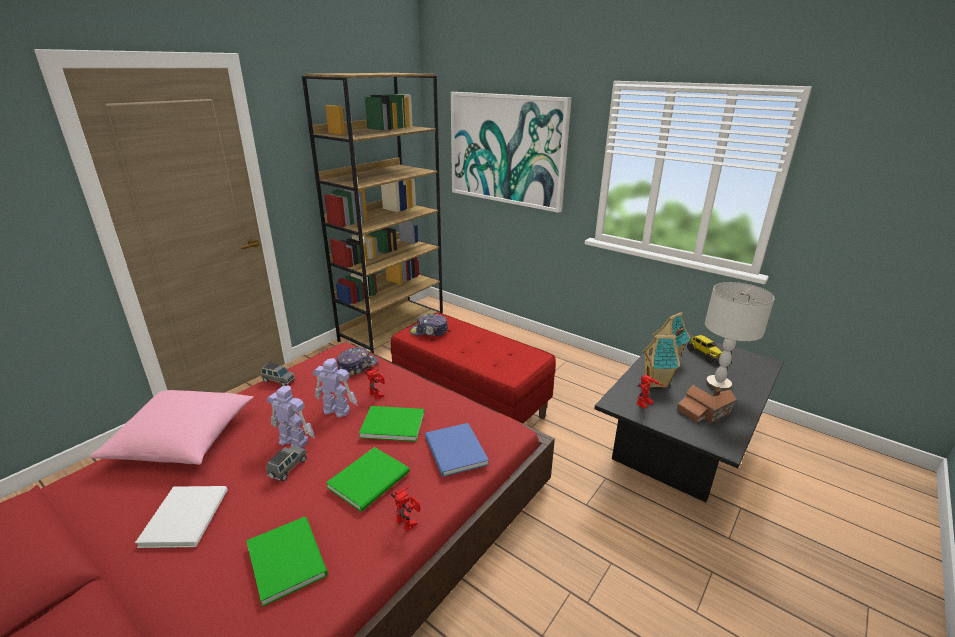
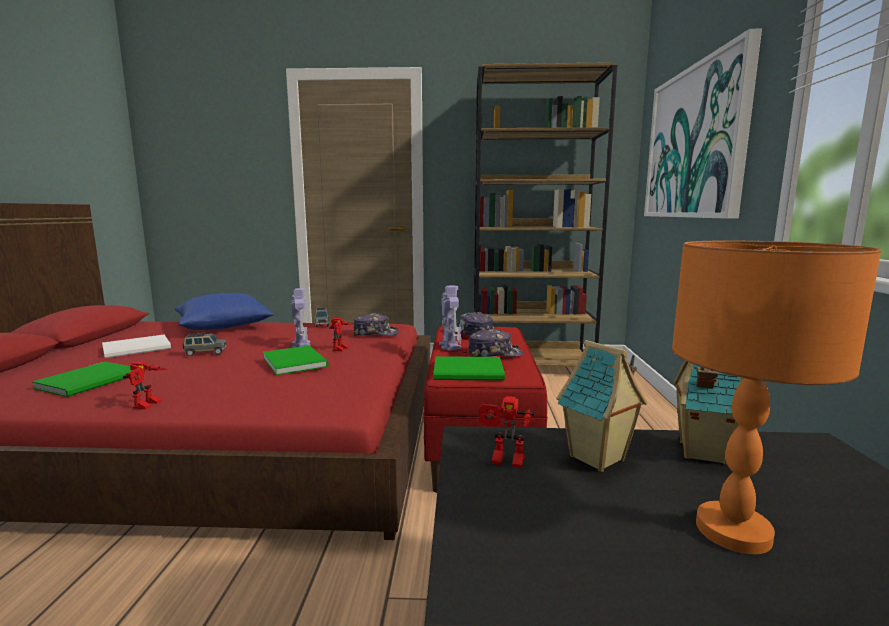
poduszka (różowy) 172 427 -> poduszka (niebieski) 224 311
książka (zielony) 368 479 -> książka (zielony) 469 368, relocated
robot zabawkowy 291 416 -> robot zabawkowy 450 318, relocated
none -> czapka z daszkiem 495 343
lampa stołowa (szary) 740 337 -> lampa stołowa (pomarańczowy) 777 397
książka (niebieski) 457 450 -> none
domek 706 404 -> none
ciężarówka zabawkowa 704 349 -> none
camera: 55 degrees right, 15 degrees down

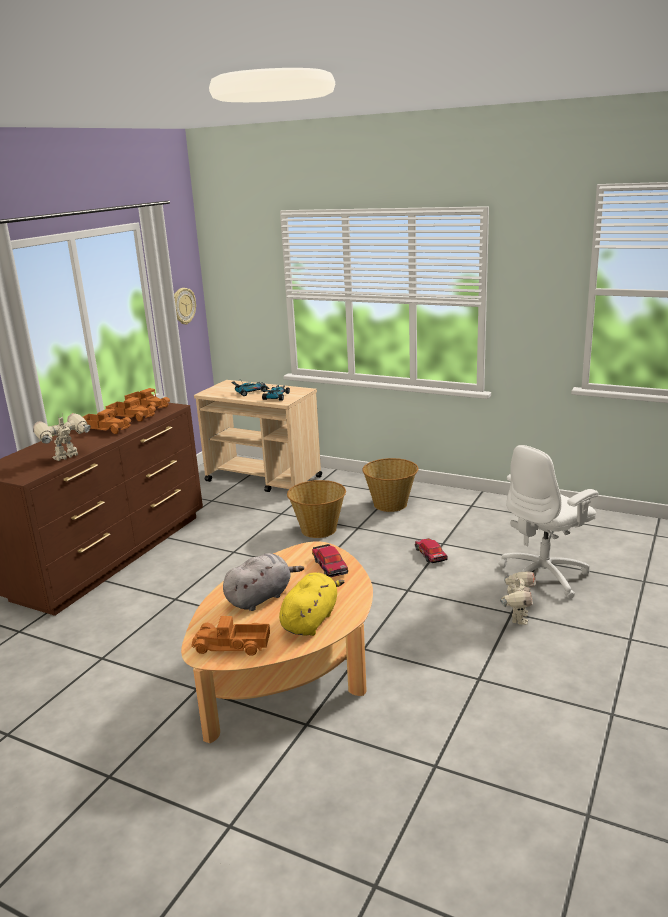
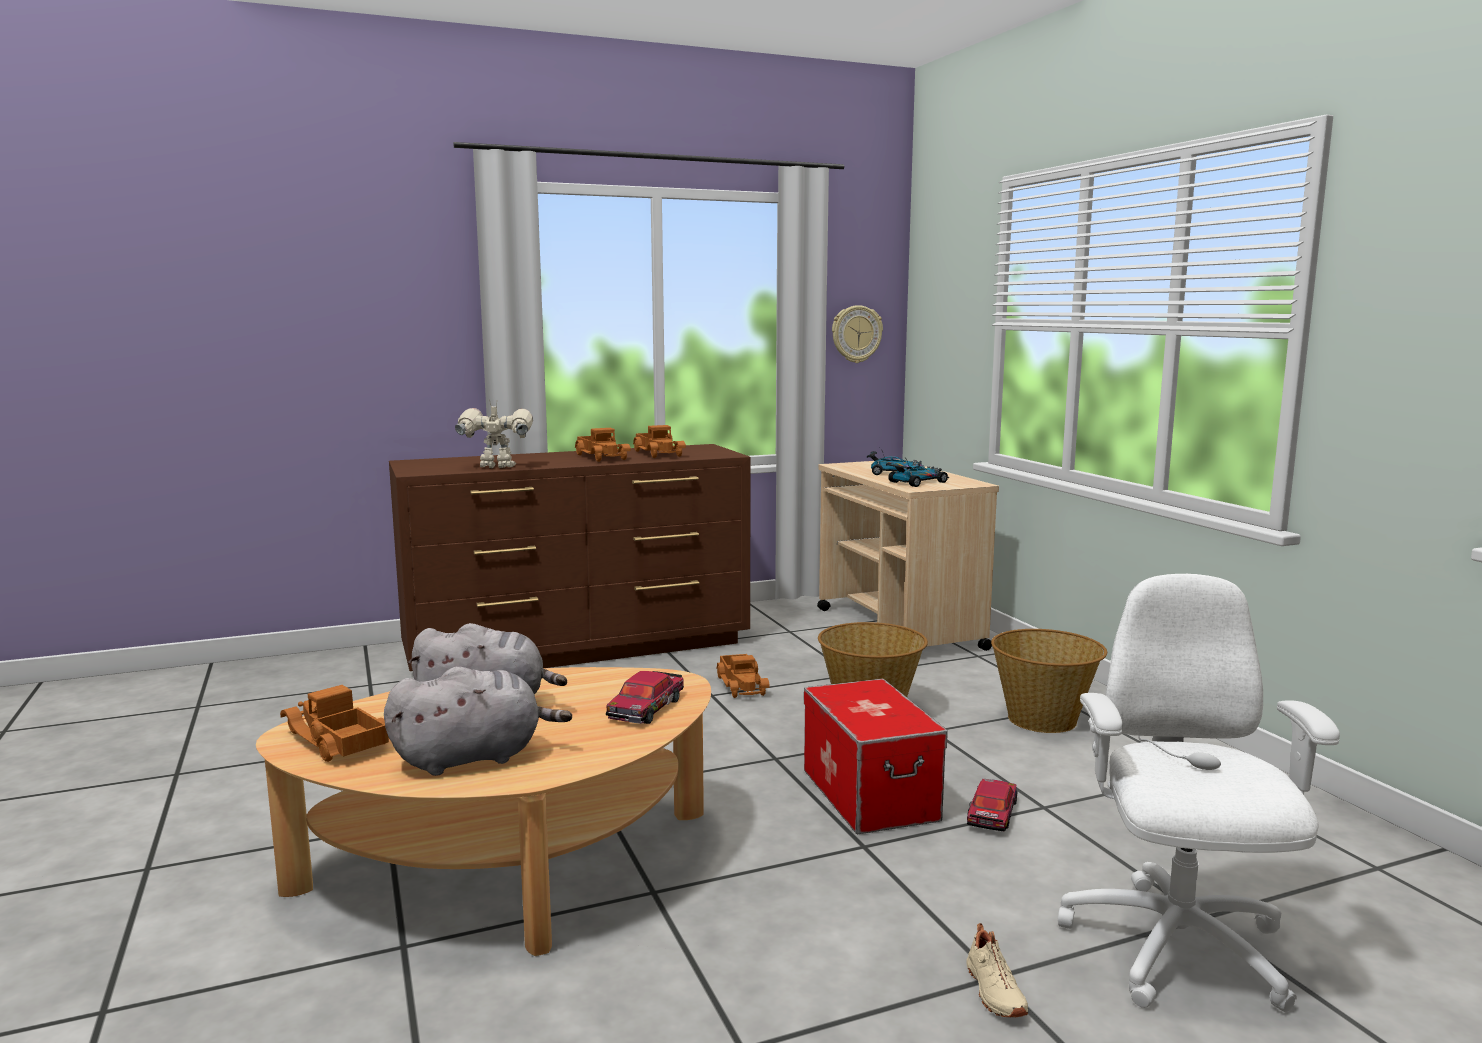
pluszak (żółty) 312 604 -> pluszak (szary) 478 721
ciężarówka zabawkowa 147 400 -> ciężarówka zabawkowa 743 676, relocated
none -> pojemnik do przechowywania 876 756
robot zabawkowy 518 598 -> but (beżowy) 997 970
krzesło biurowe (biały) 549 522 -> krzesło biurowe (biały) 1199 793, 90 degrees clockwise
camera: 40 degrees right, 10 degrees down

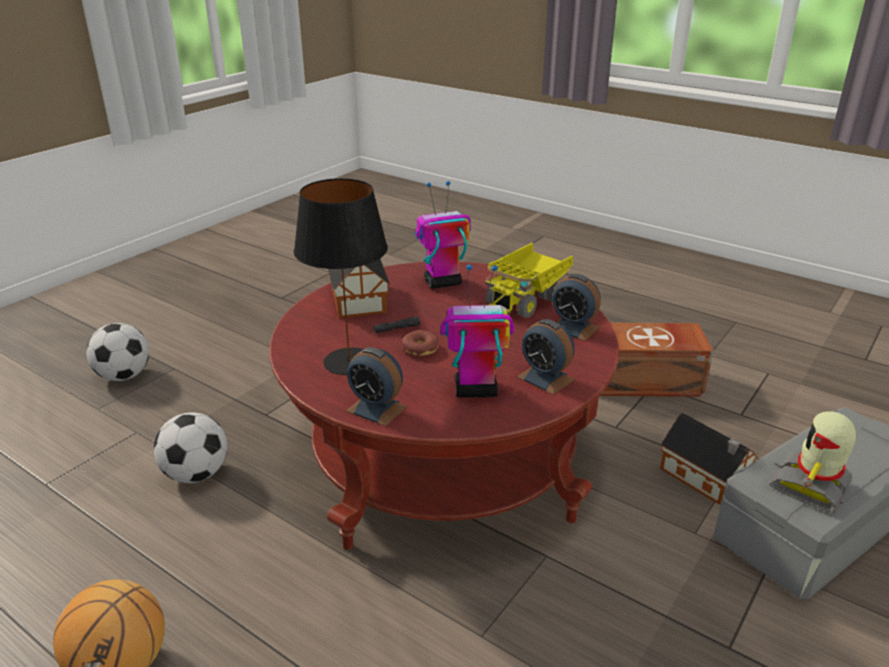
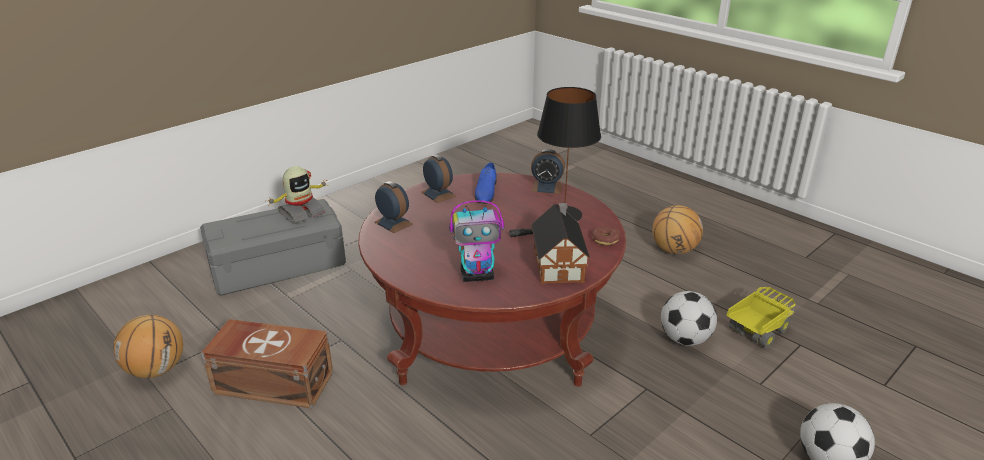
none -> piłka do koszykówki 148 346
robot zabawkowy 477 331 -> but (niebieski) 486 183
budzik 377 387 -> budzik 548 171, 150 degrees clockwise
donut 420 343 -> donut 606 235, relocated
ciężarówka zabawkowa 529 280 -> ciężarówka zabawkowa 760 317, relocated
domek 709 459 -> none
camera: 170 degrees left, 0 degrees up

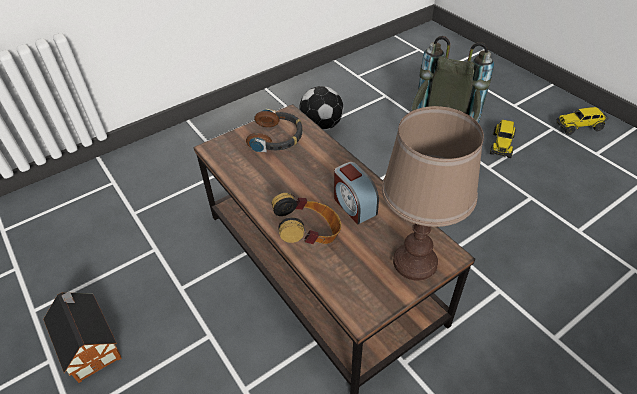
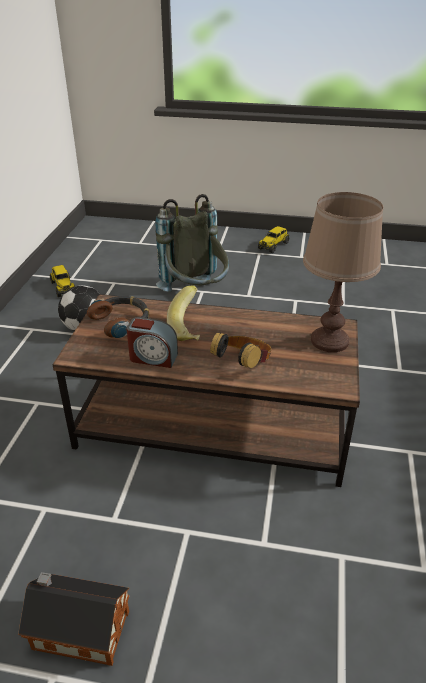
ciężarówka zabawkowa 503 139 -> ciężarówka zabawkowa 62 281, relocated
budzik 356 193 -> budzik 152 342, relocated
none -> banan 183 313
camera: 45 degrees left, 10 degrees down

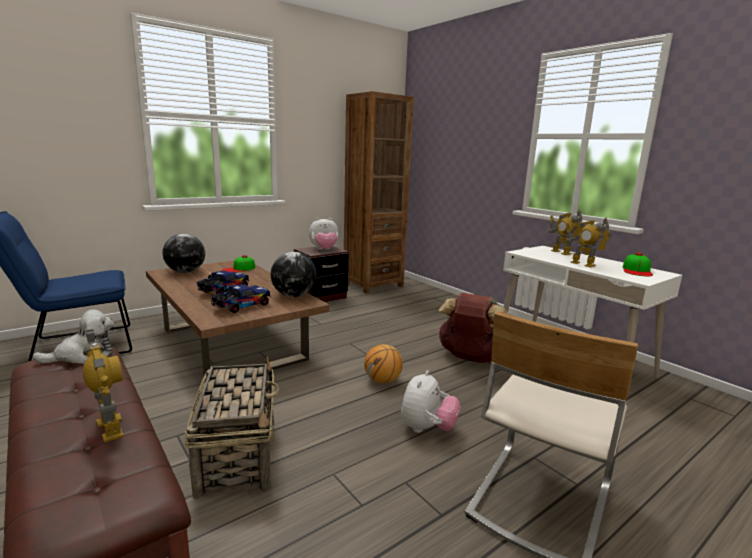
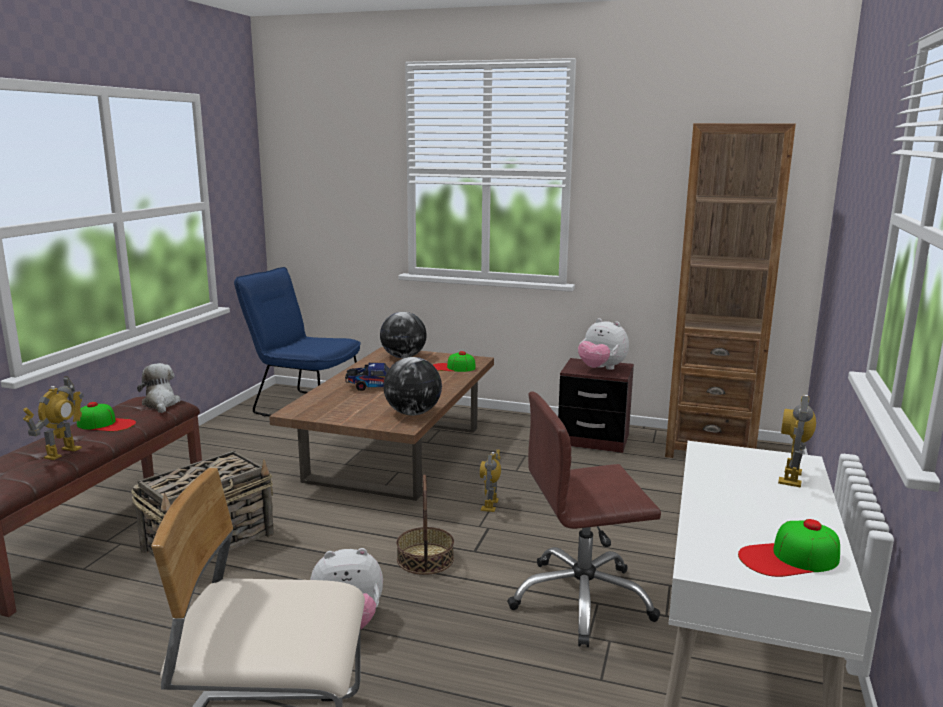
none -> czapka z daszkiem 106 416
pluszak 73 336 -> pluszak 159 388, 135 degrees counterclockwise
piłka do koszykówki 383 363 -> koszyk 425 524
robot zabawkowy 589 242 -> robot zabawkowy 490 481, relocated
plecak (brązowy) 473 328 -> krzesło biurowe (brązowy) 584 519
ciężarówka zabawkowa 240 298 -> none
camera: 55 degrees right, 0 degrees up

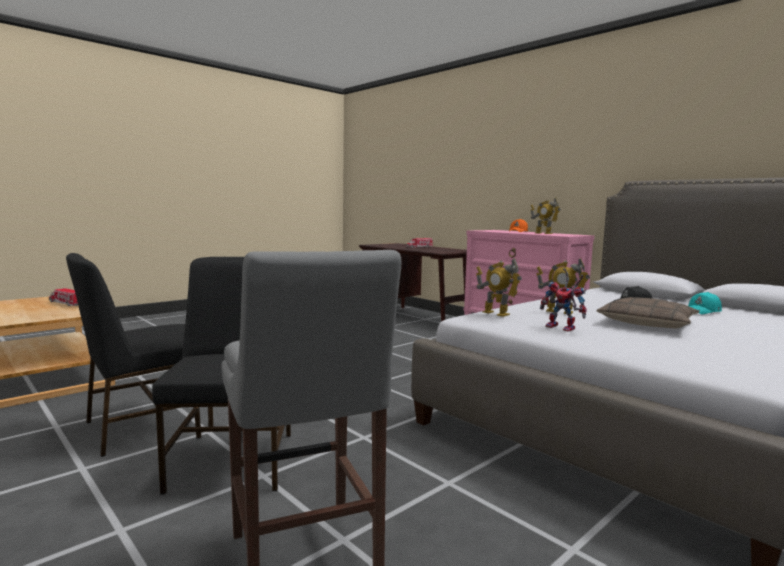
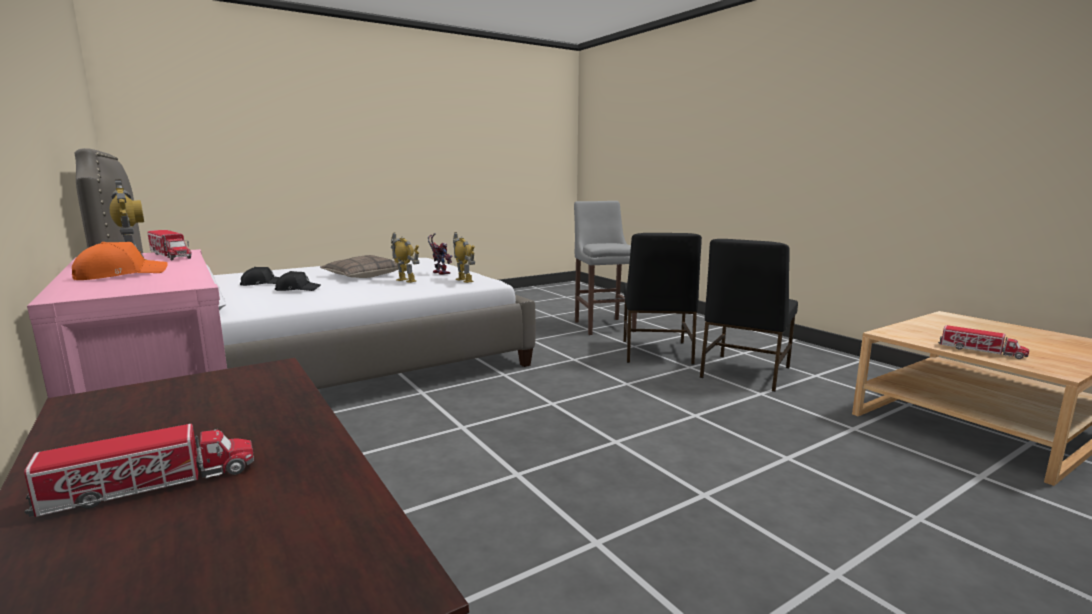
none -> ciężarówka zabawkowa 169 245
czapka z daszkiem (turkusowy) 705 303 -> czapka z daszkiem (czarny) 259 276
krzesło (czarny) 139 355 -> krzesło (czarny) 749 315, 150 degrees clockwise
camera: 170 degrees left, 5 degrees up

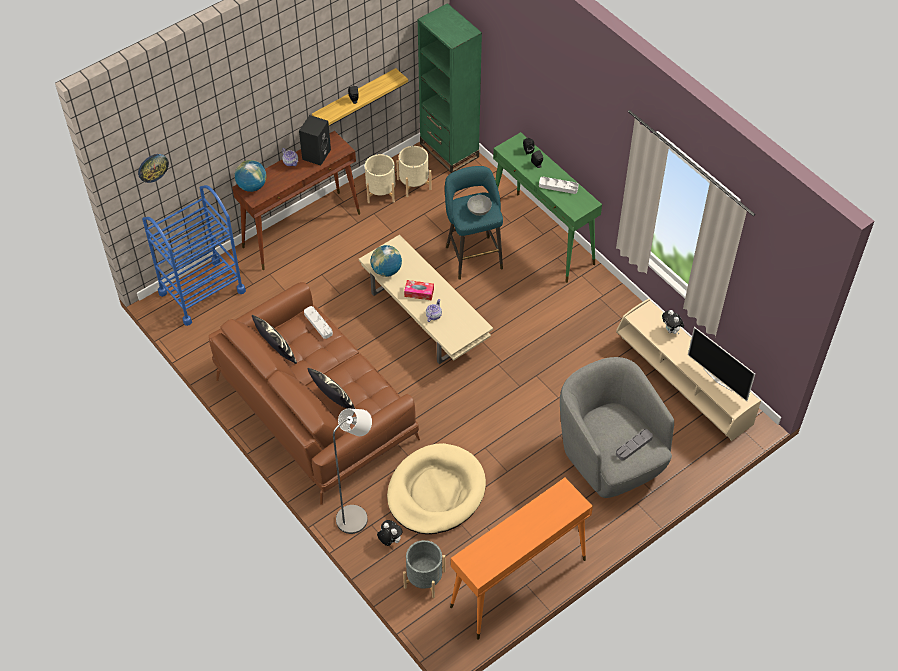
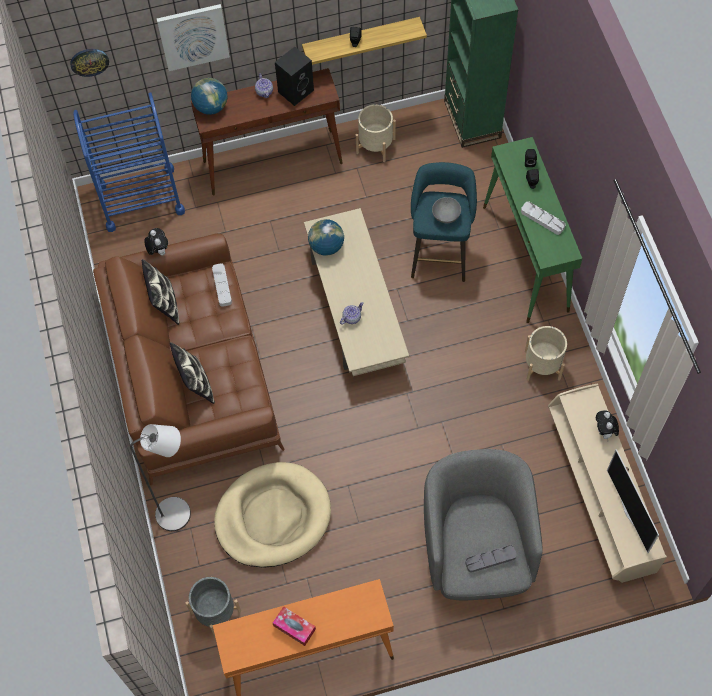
pluszak 390 533 -> pluszak 156 242, relocated
none -> obraz 193 37
pudełko chusteczek 419 290 -> pudełko chusteczek 294 626, relocated
donica (beżowy) 414 171 -> donica (beżowy) 546 353, relocated
camera: 25 degrees right, 10 degrees up

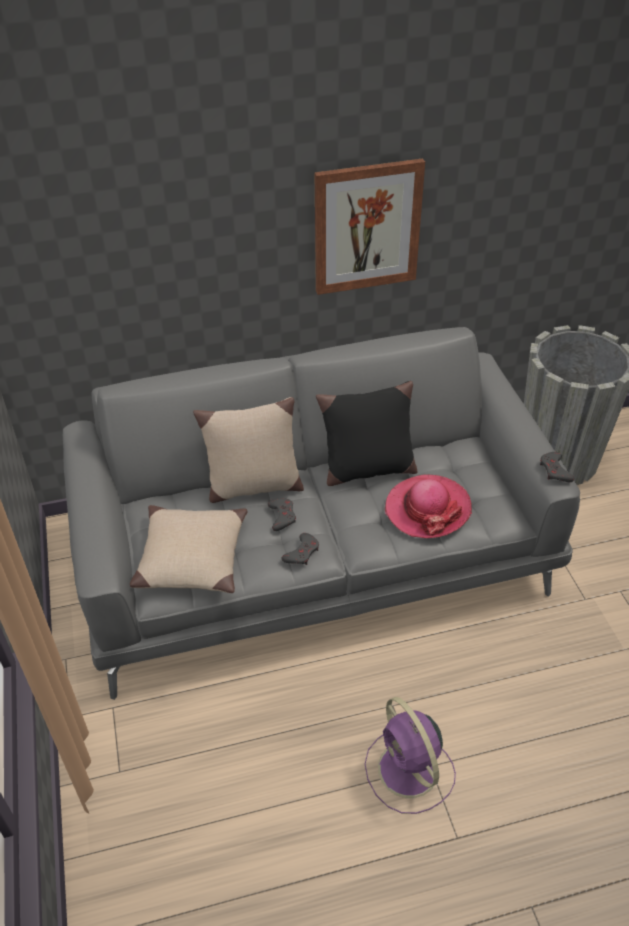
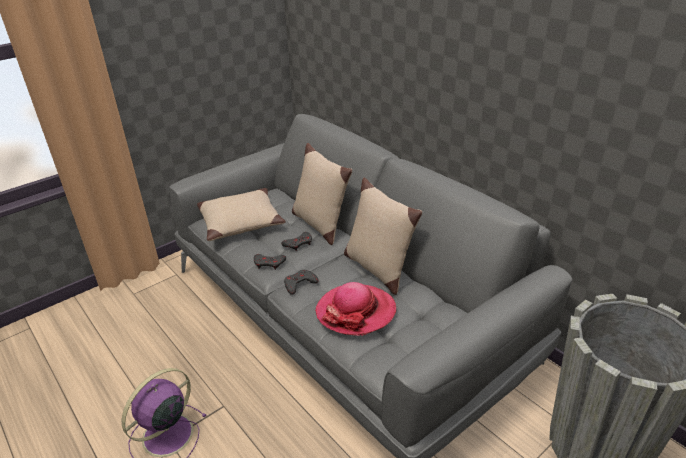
pad do gier (szary) 557 467 -> pad do gier (szary) 301 282, relocated
poduszka (czarny) 367 433 -> poduszka (beżowy) 383 236
obraz 369 226 -> none
camera: 65 degrees right, 10 degrees down

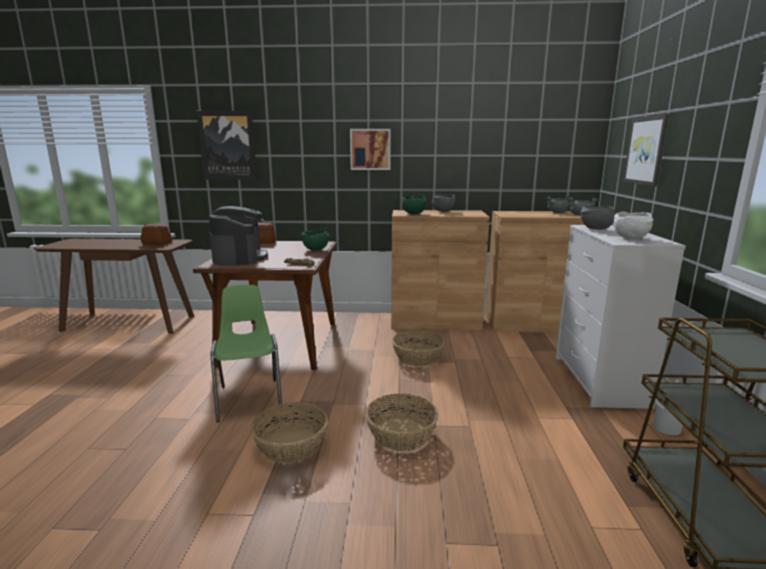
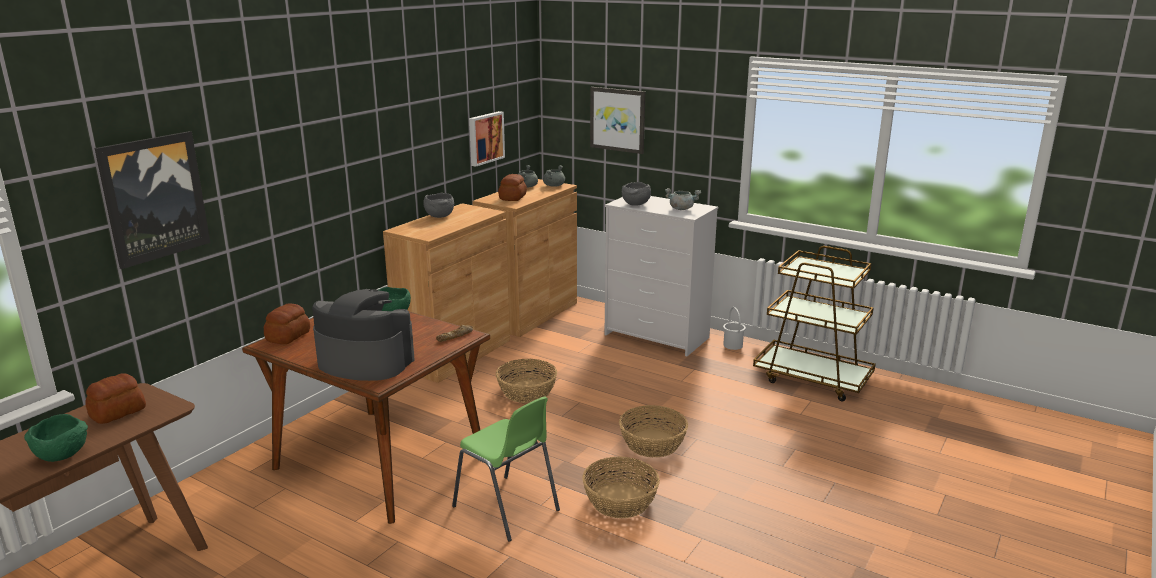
miska (zielony) 414 205 -> miska (zielony) 56 438, relocated
krzesło (zielony) 246 353 -> krzesło (zielony) 506 469, 150 degrees counterclockwise
obraz 370 149 -> obraz 487 139, relocated
none -> chleb 512 187
miska (biały) 633 225 -> garnek (szary) 683 199
camera: 60 degrees left, 5 degrees up

